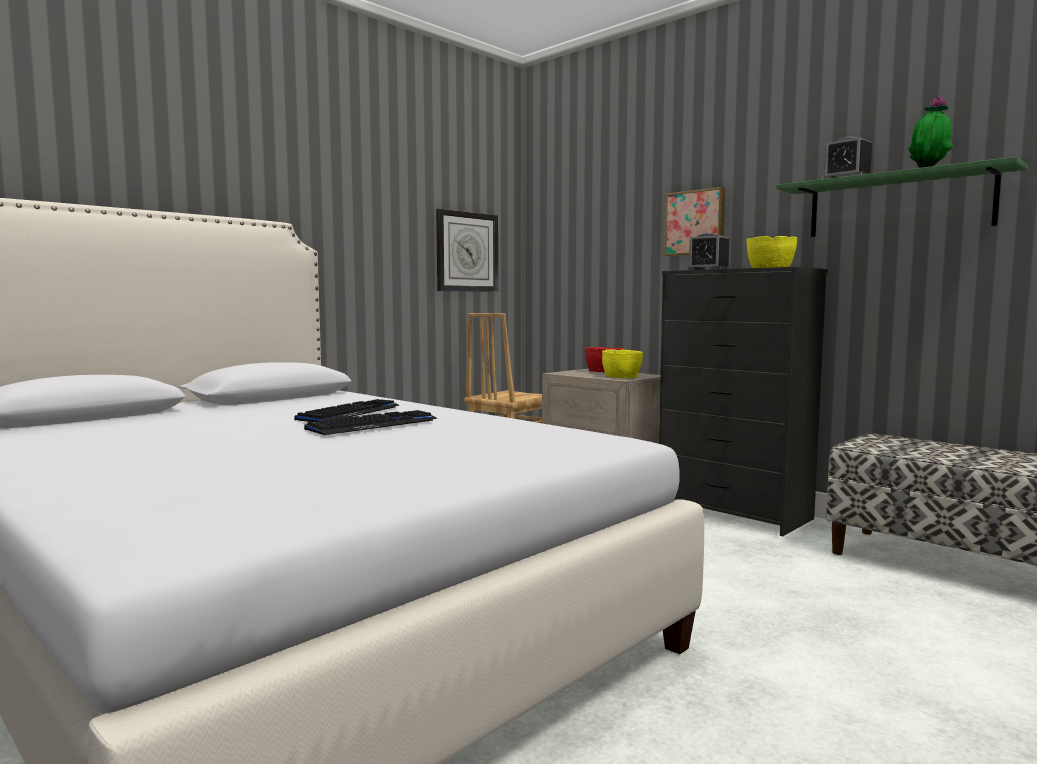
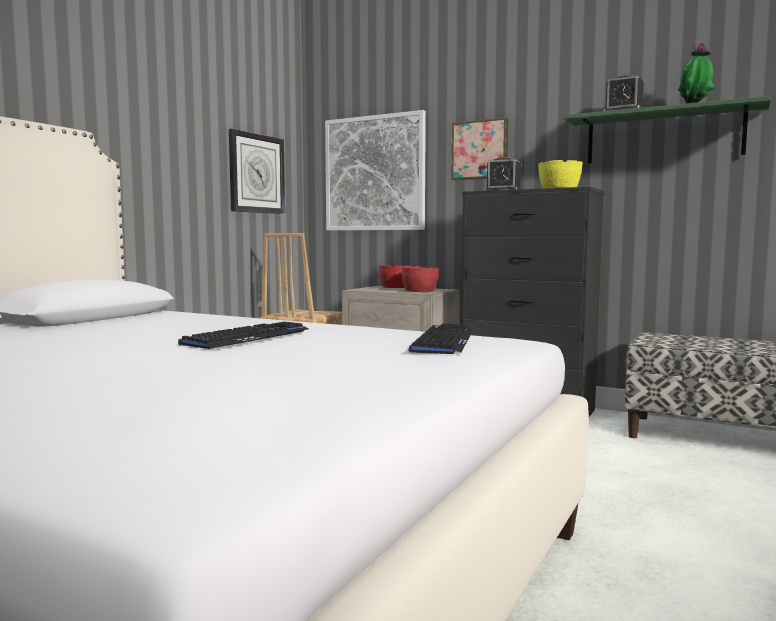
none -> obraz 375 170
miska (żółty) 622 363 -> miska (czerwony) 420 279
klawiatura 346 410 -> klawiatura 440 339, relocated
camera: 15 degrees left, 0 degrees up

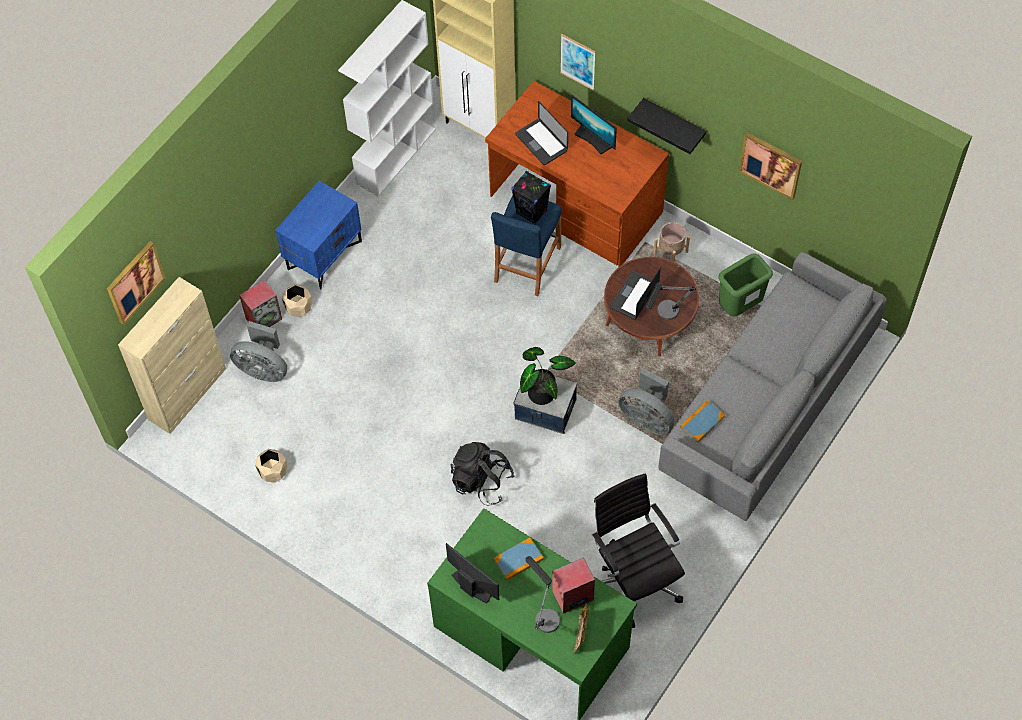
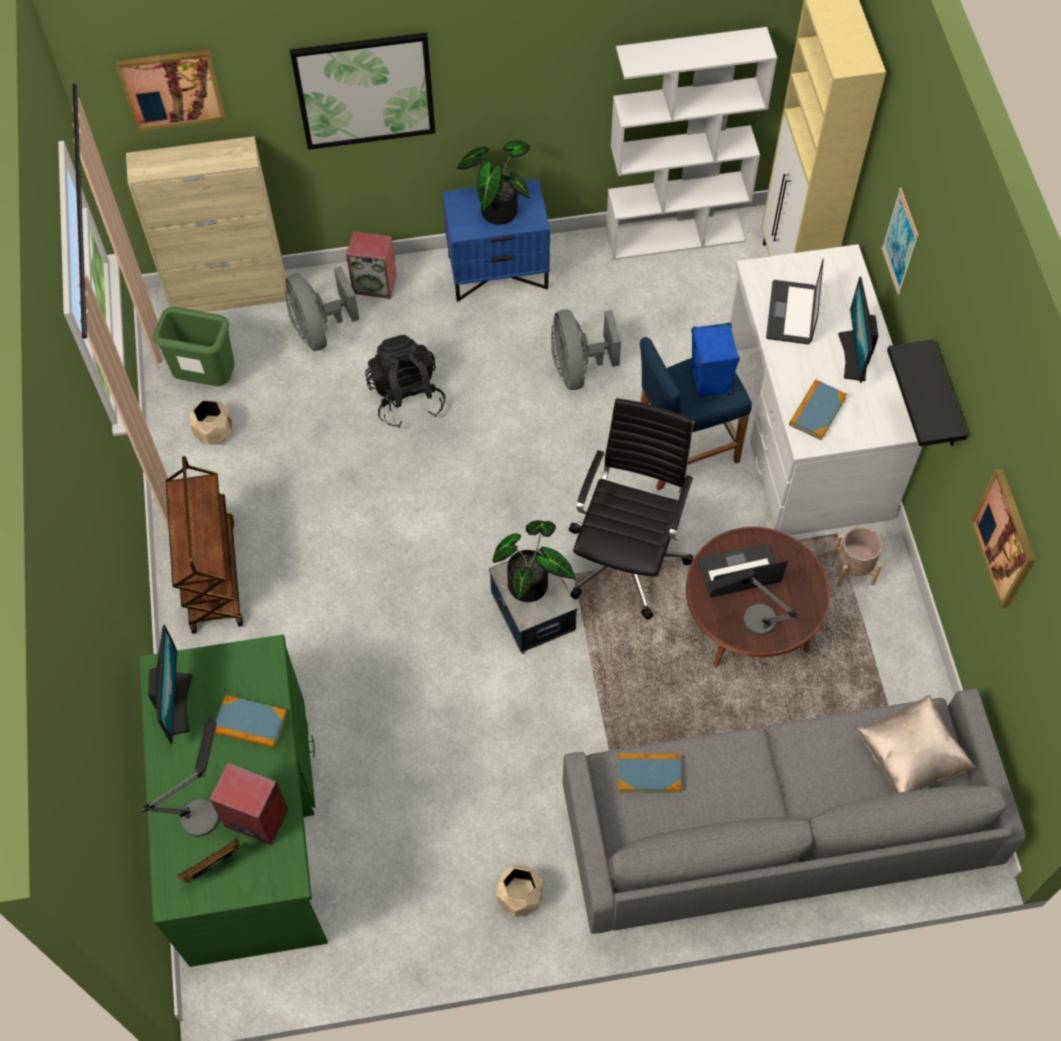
kosz na śmieci (zielony) 746 285 -> kosz na śmieci (zielony) 194 346, relocated
none -> wózek (brązowy) 204 545
none -> obraz 362 91
plecak (czarny) 483 474 -> plecak (czarny) 405 381, relocated
none -> roślina doniczkowa 493 182
donica (beżowy) 297 300 -> donica (beżowy) 519 891, relocated
wentylator (szary) 646 401 -> wentylator (szary) 586 350, relocated
krzesło biurowe (czarny) 638 551 -> krzesło biurowe (czarny) 631 509, relocated
głośnik (czarny) 531 198 -> głośnik (niebieski) 715 360
biurko (brązowy) 577 174 -> biurko (biały) 826 389
none -> książka 818 410
none -> poduszka (beżowy) 915 744
camera: 45 degrees right, 0 degrees up

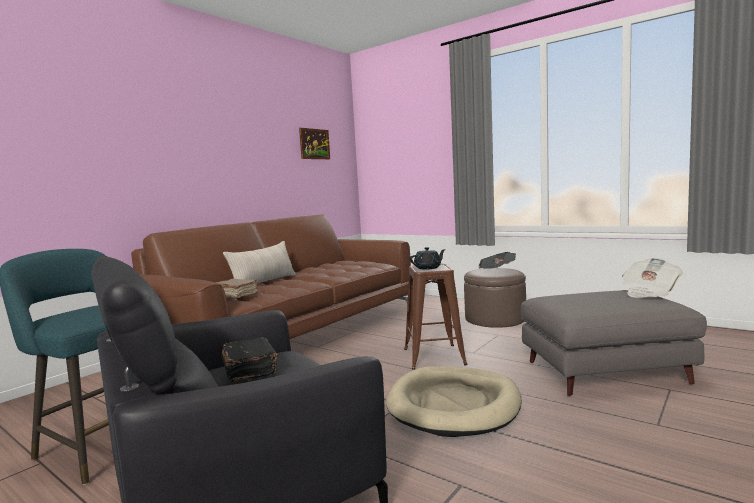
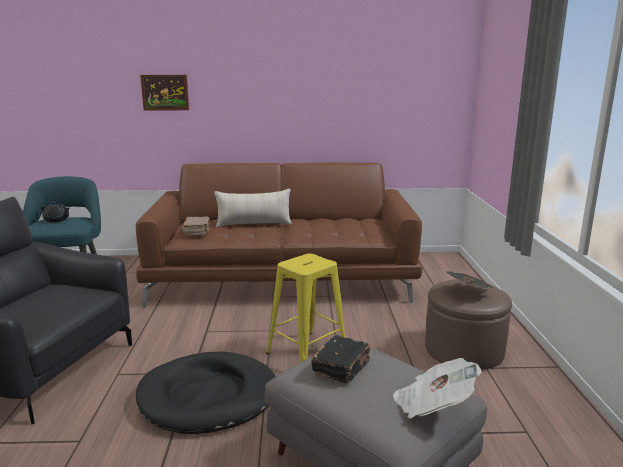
imbryk (czarny) 428 258 -> imbryk (czarny) 55 212, relocated
legowisko (beżowy) 454 401 -> legowisko (czarny) 206 393
obraz 314 143 -> obraz 164 92, relocated
stołek (brązowy) 436 317 -> stołek (żółty) 306 307
książka (czarny) 249 359 -> książka (czarny) 340 359, relocated
camera: 50 degrees right, 10 degrees up

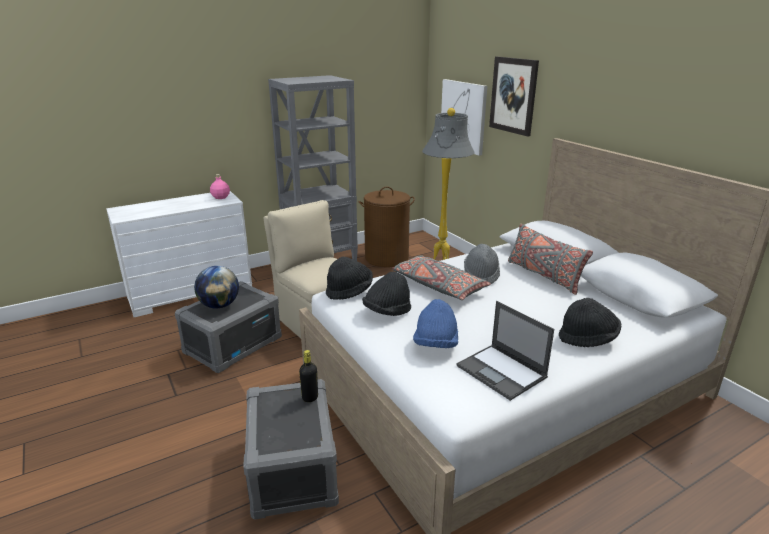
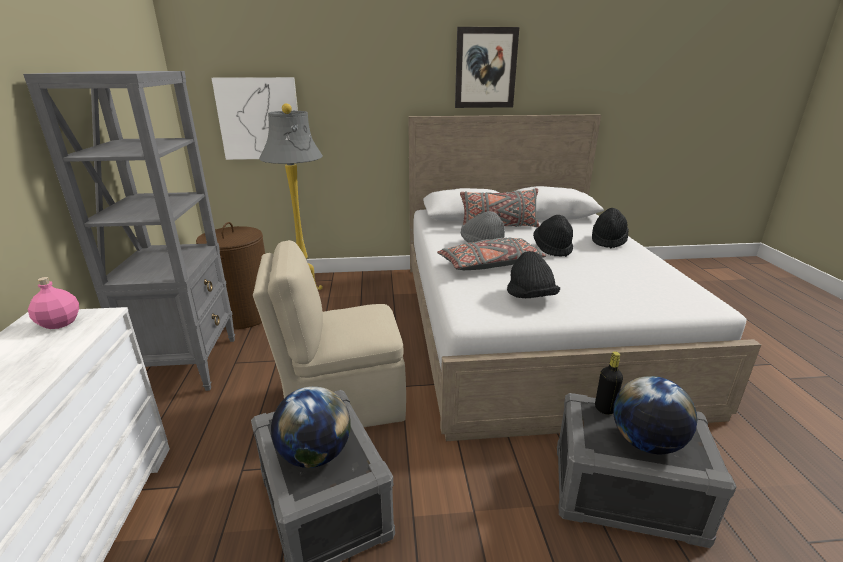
obraz 514 96 -> obraz 487 67, relocated
kapelusz (czarny) 349 278 -> kapelusz (czarny) 553 236, relocated
none -> globus 655 415
kapelusz (niebieski) 435 323 -> none
laptop 505 351 -> none
camera: 65 degrees left, 0 degrees up

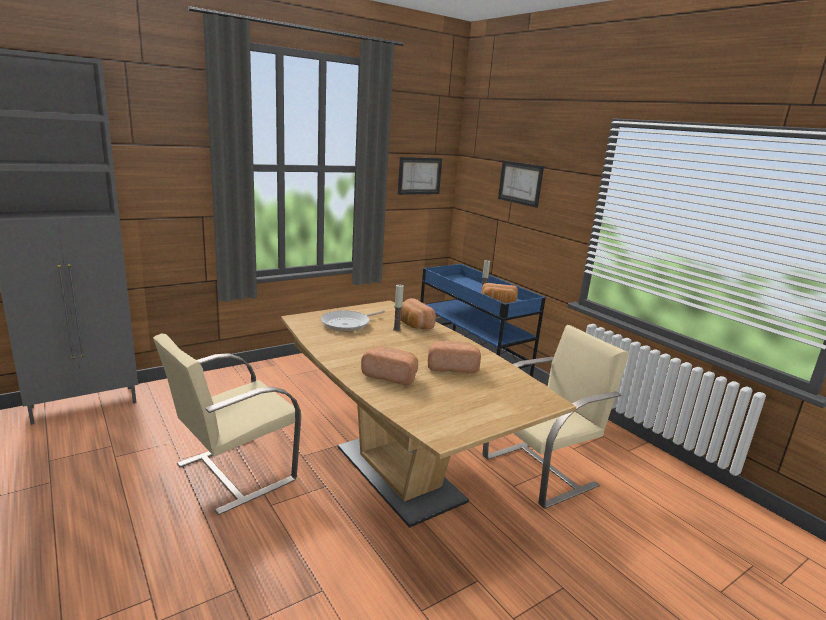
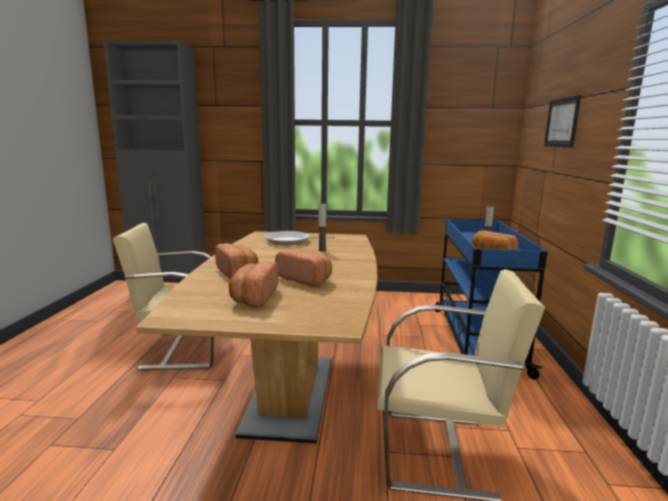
chleb 418 314 -> chleb 253 284, relocated
obraz 420 176 -> none
camera: 40 degrees right, 5 degrees down

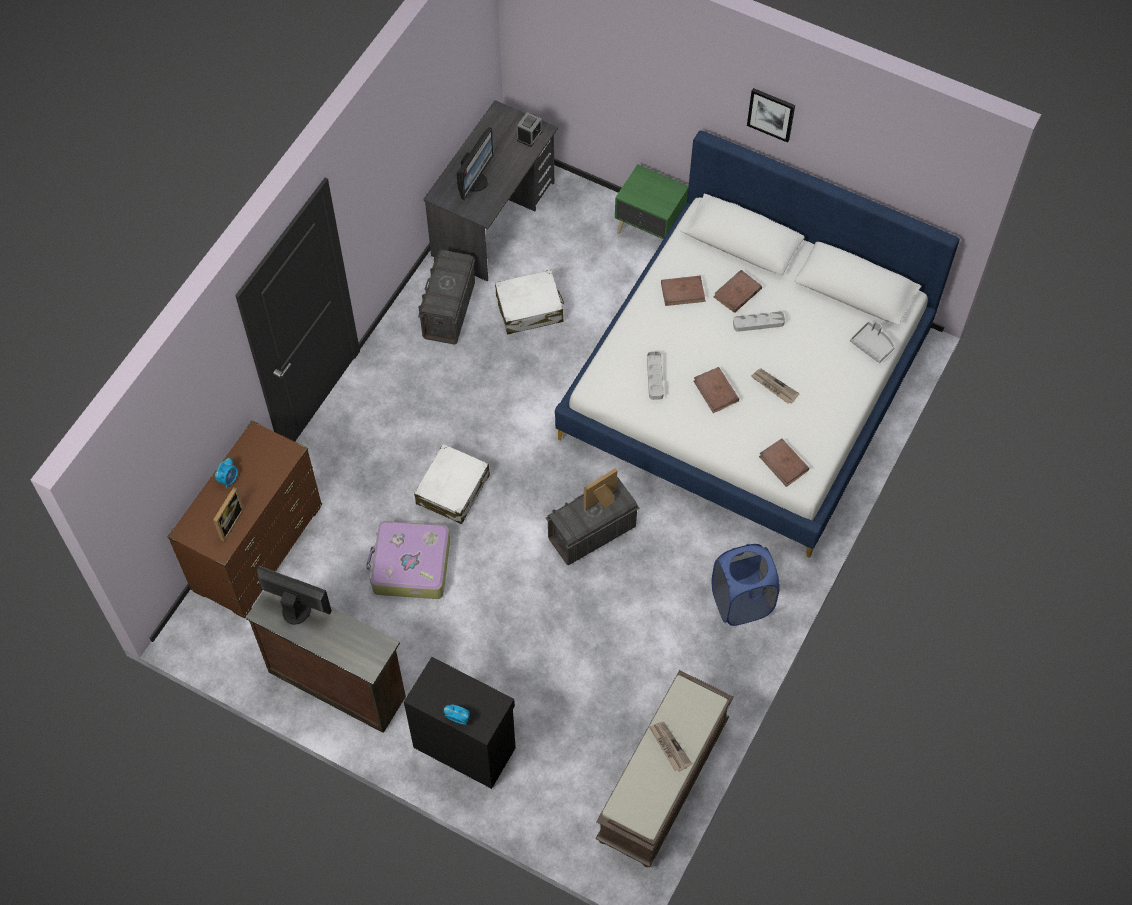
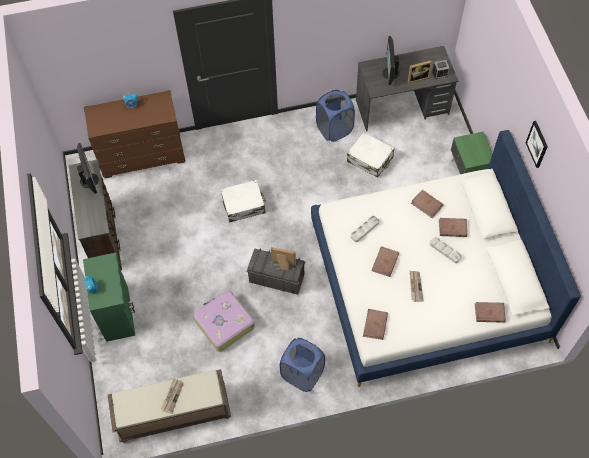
szafka (czarny) 460 723 -> szafka (zielony) 109 297
walizka 408 560 -> walizka 224 321, relocated
pojemnik do przechowywania (szary) 446 297 -> kosz na pranie (niebieski) 335 116
monitor 475 163 -> monitor 391 60, 105 degrees clockwise
ramka na zdjęcie 228 514 -> ramka na zdjęcie 420 72, relocated
taca (szary) 872 342 -> książka (brązowy) 490 312
camera: 50 degrees right, 0 degrees up

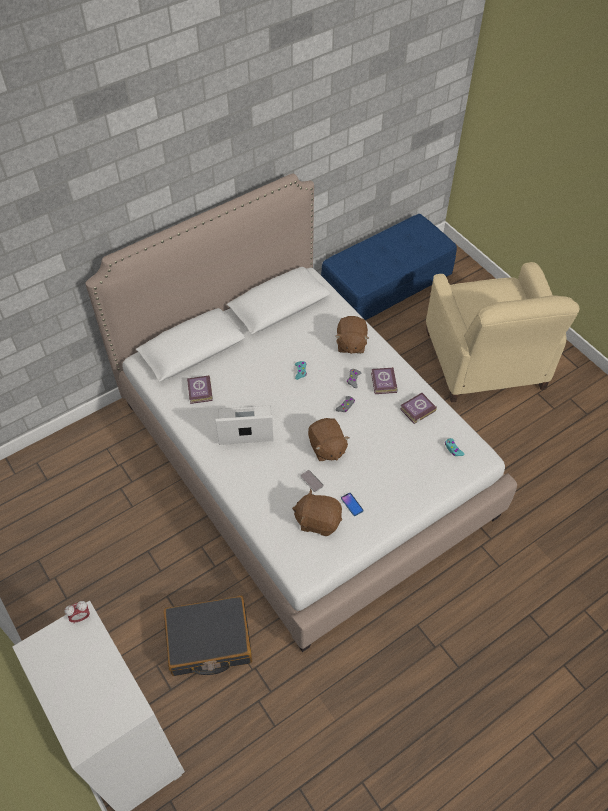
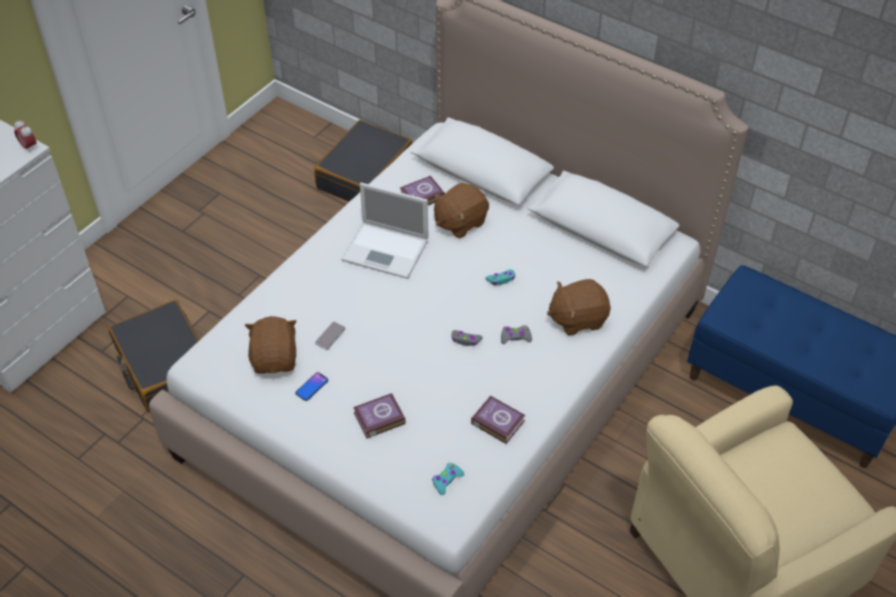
none -> walizka (czarny) 363 161
laptop 244 425 -> laptop 384 231, 135 degrees clockwise
książka 384 381 -> książka 379 416, relocated
pluszak (brązowy) 329 439 -> pluszak (brązowy) 461 210, relocated
camera: 70 degrees right, 5 degrees down

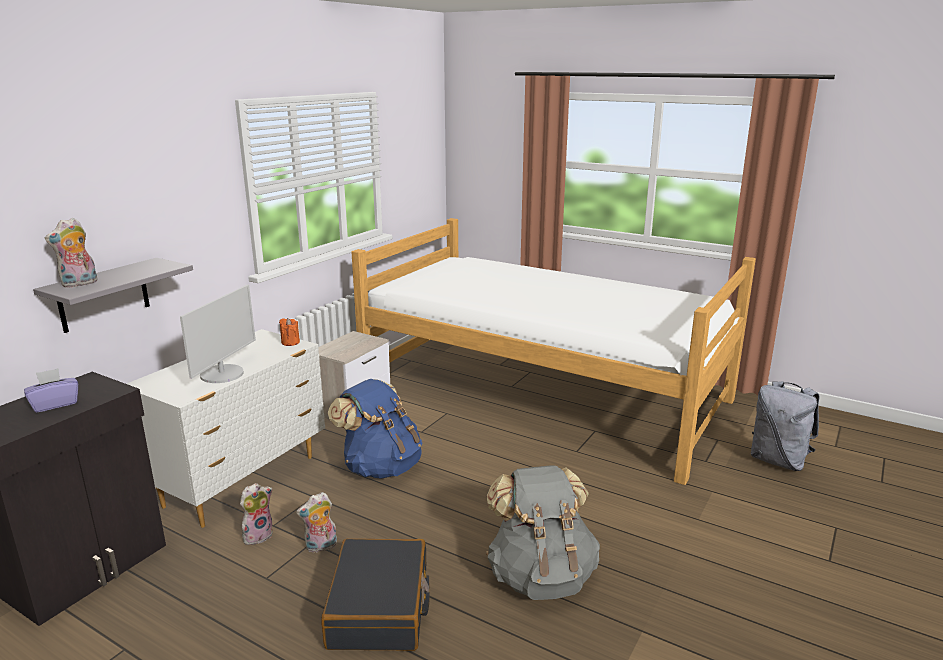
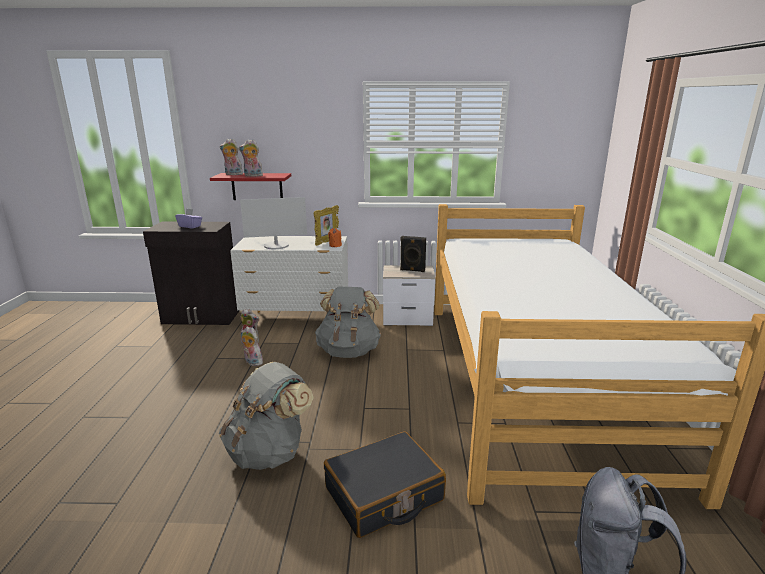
półka (szary) 113 295 -> półka (czerwony) 250 186
none -> pluszak 251 158
none -> ramka na zdjęcie 326 225
plecak (niebieski) 375 429 -> plecak (szary) 348 322
walizka (czarny) 375 595 -> walizka (czarny) 385 484, relocated
none -> głośnik (czarny) 413 254
camera: 60 degrees right, 0 degrees up

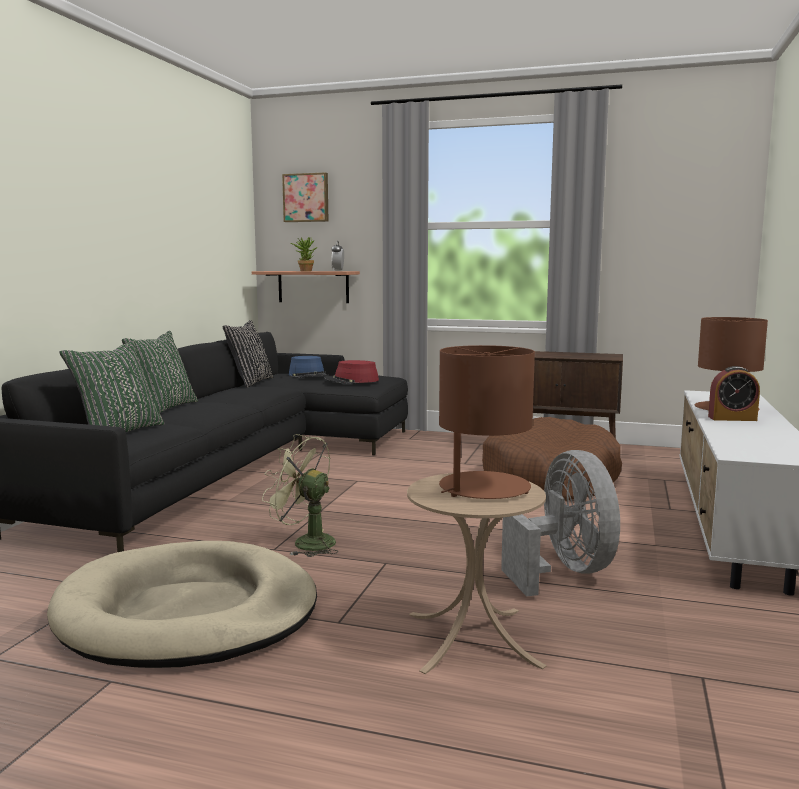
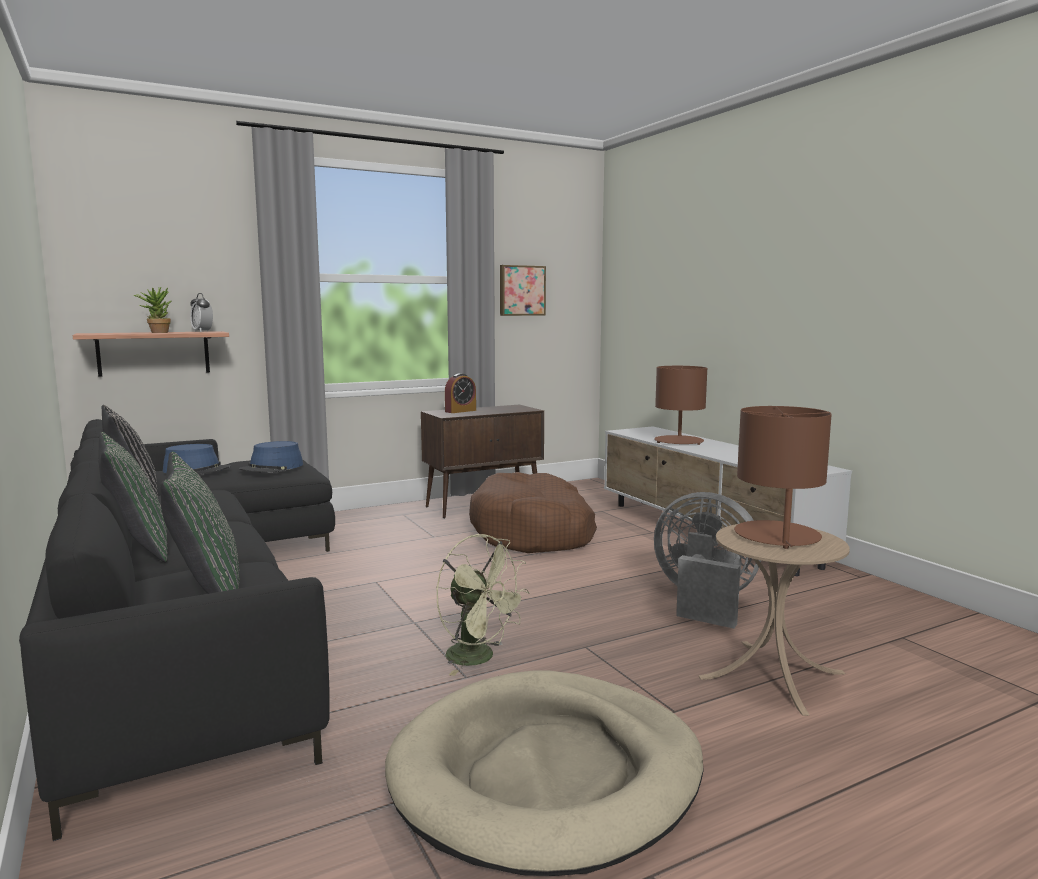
kapelusz (czerwony) 351 372 -> kapelusz (niebieski) 271 457
wentylator (zielony) 300 495 -> wentylator (zielony) 482 605, 120 degrees counterclockwise
budzik 734 393 -> budzik 460 393, relocated
obraz 305 197 -> obraz 523 290, relocated
camera: 45 degrees left, 0 degrees up

